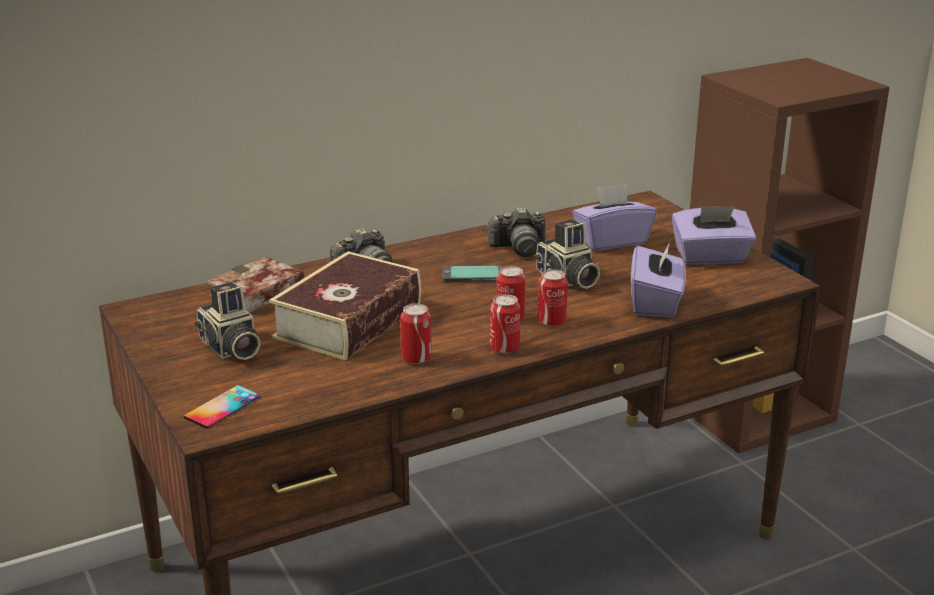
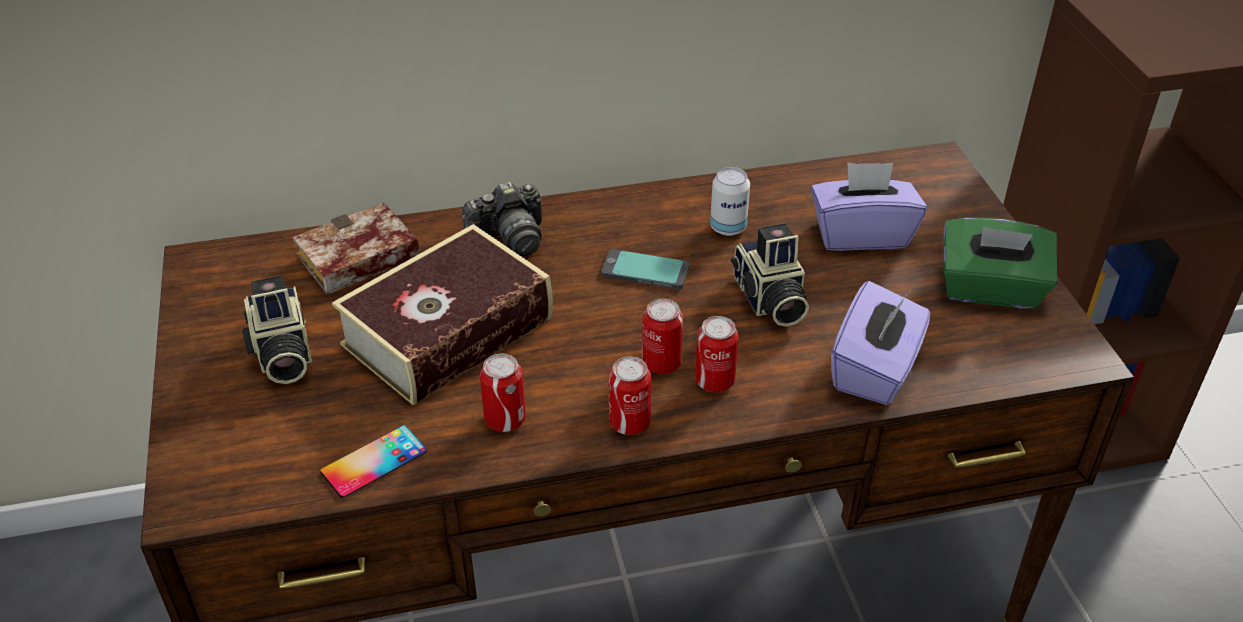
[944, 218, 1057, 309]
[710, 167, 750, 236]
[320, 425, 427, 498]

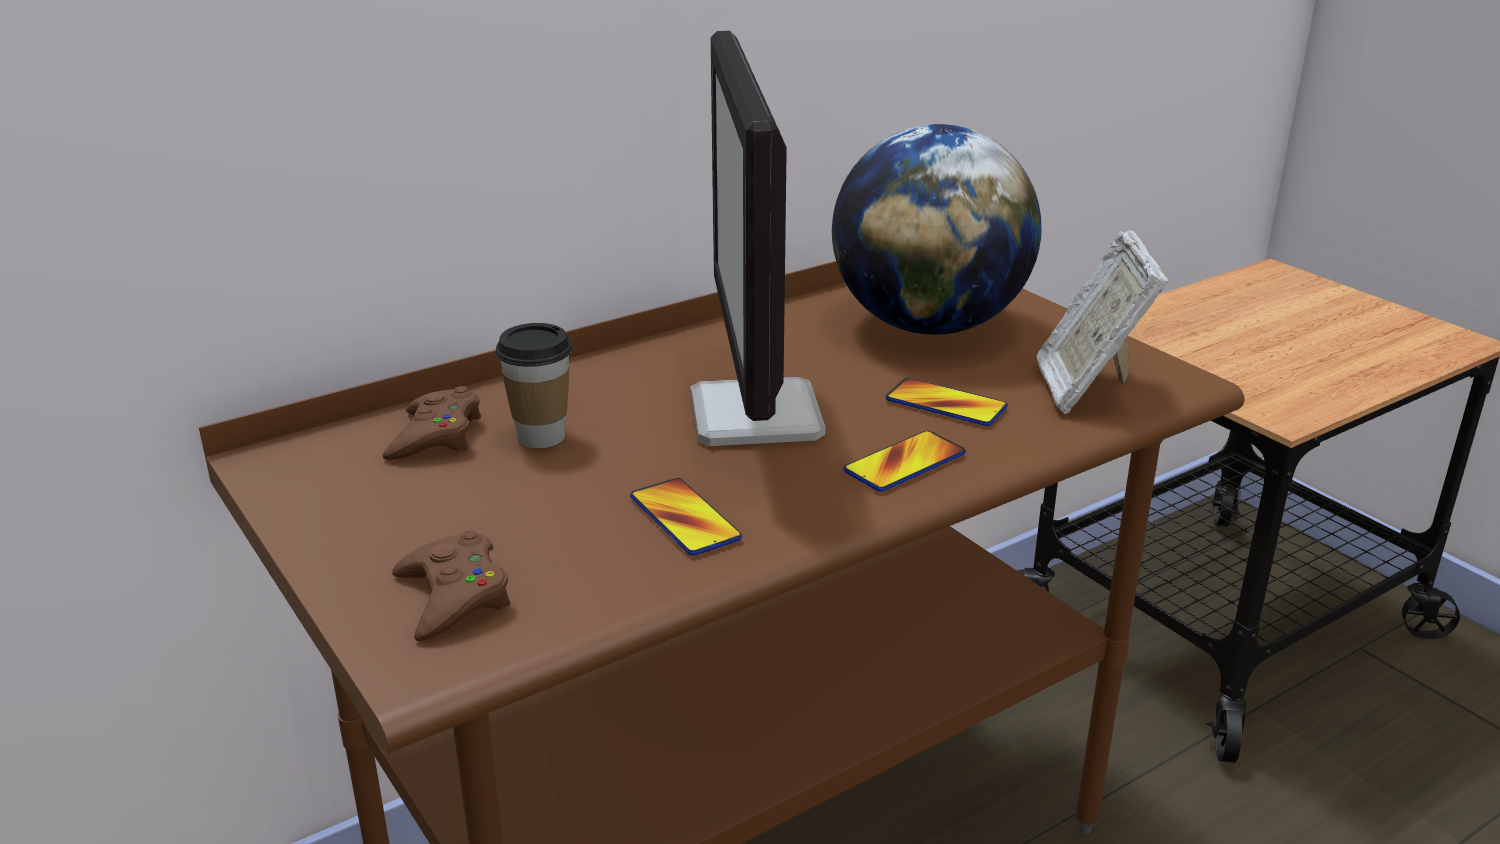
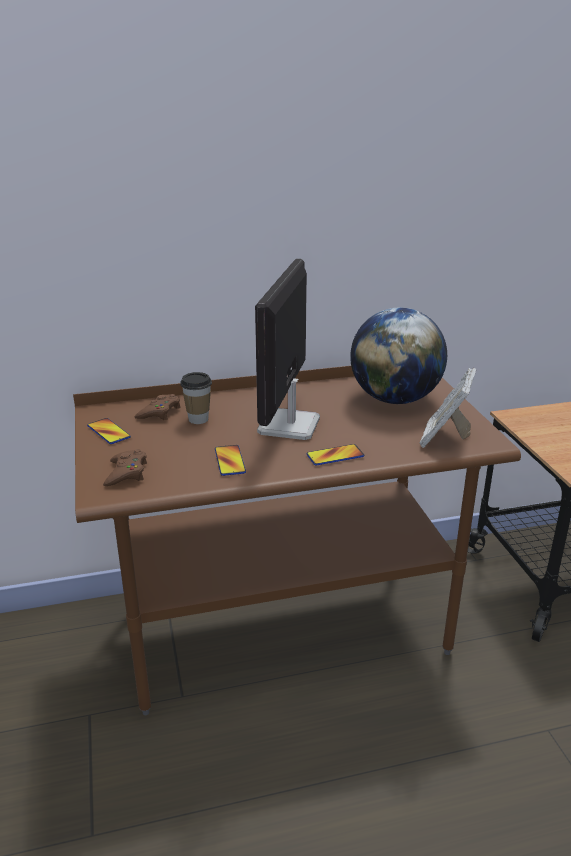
[87, 418, 131, 444]

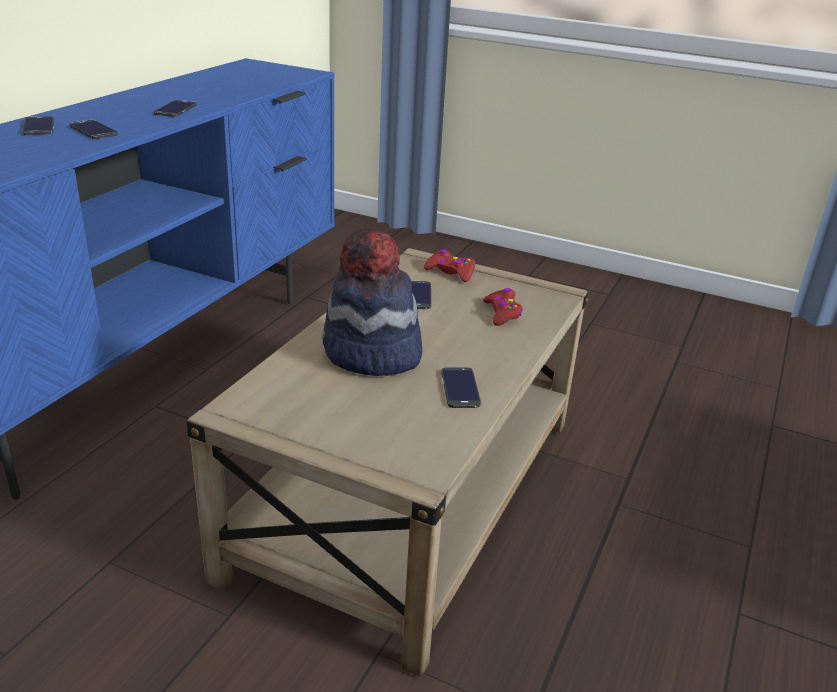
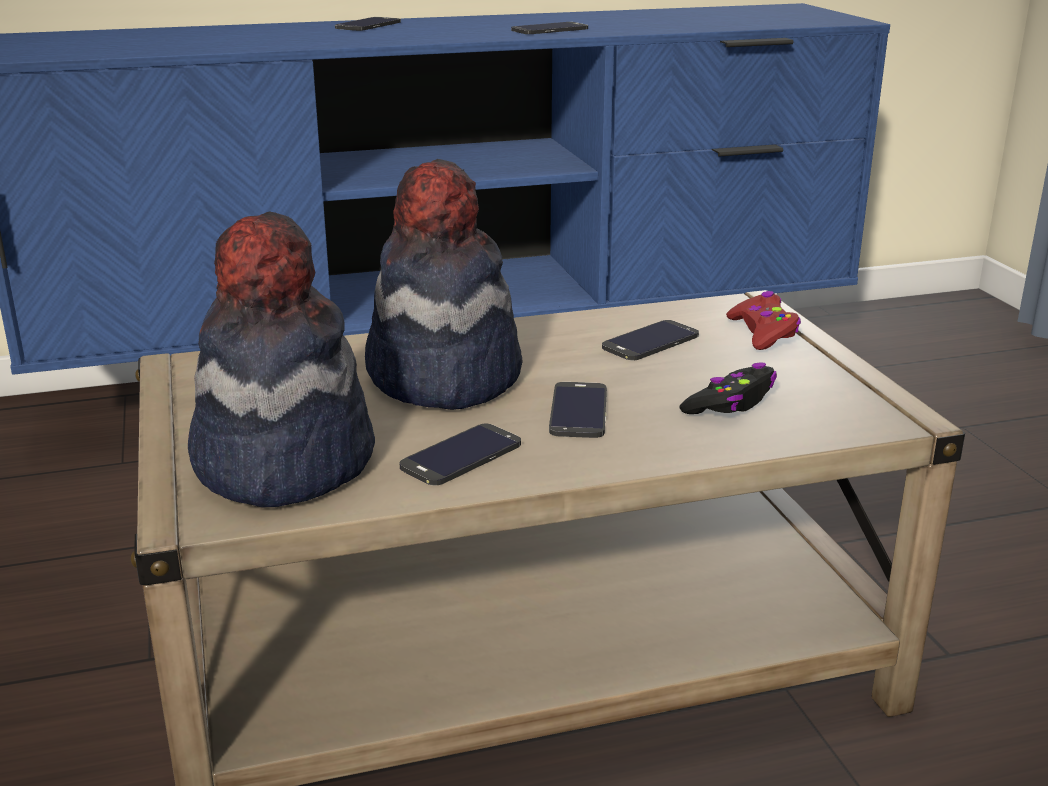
[549, 382, 607, 438]
[680, 362, 777, 414]
[188, 212, 375, 507]

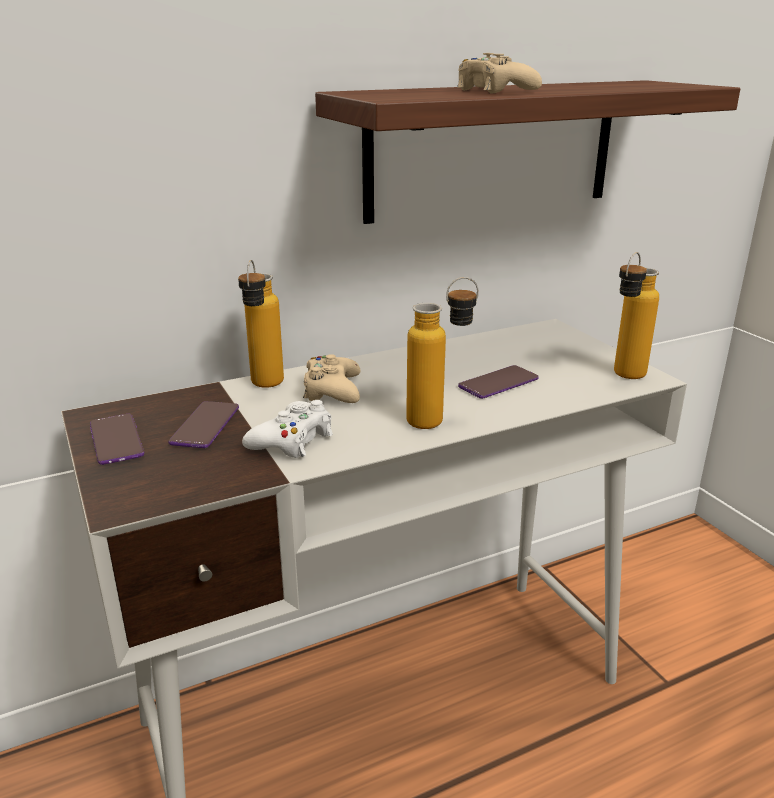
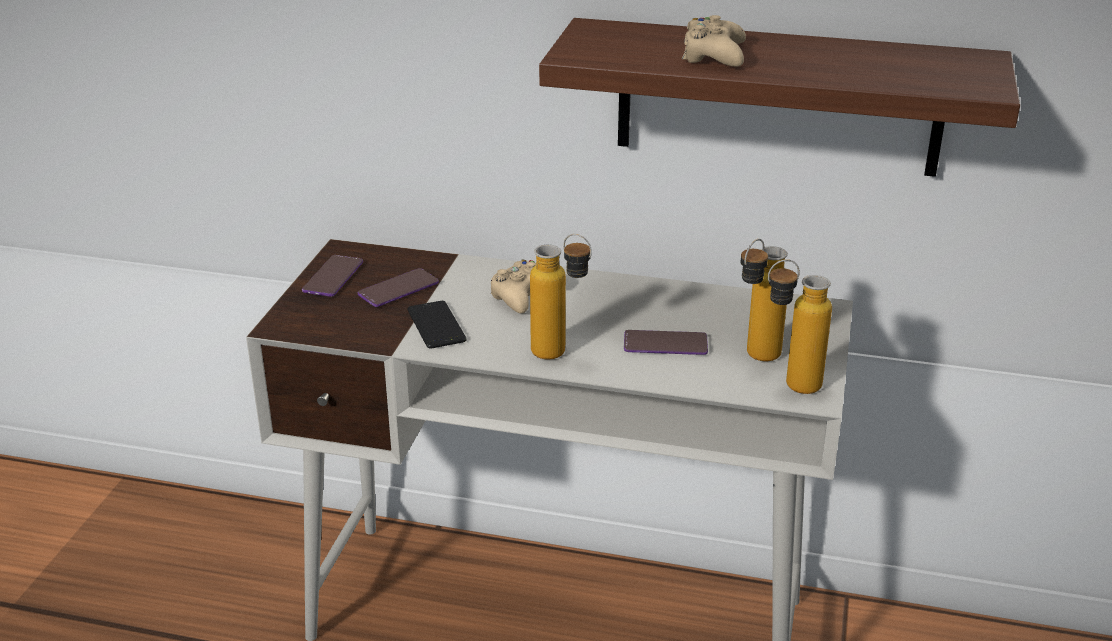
[741, 239, 788, 361]
[407, 301, 467, 349]

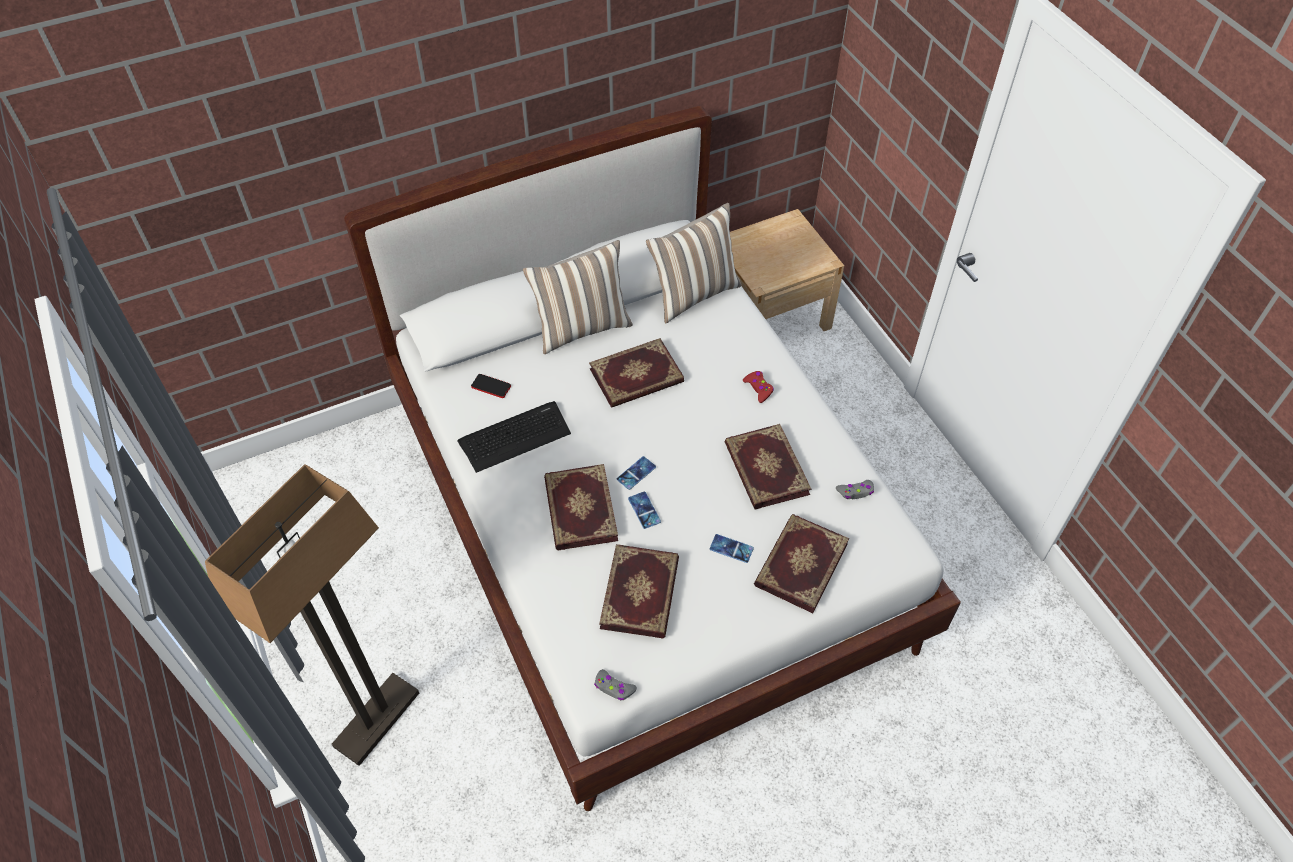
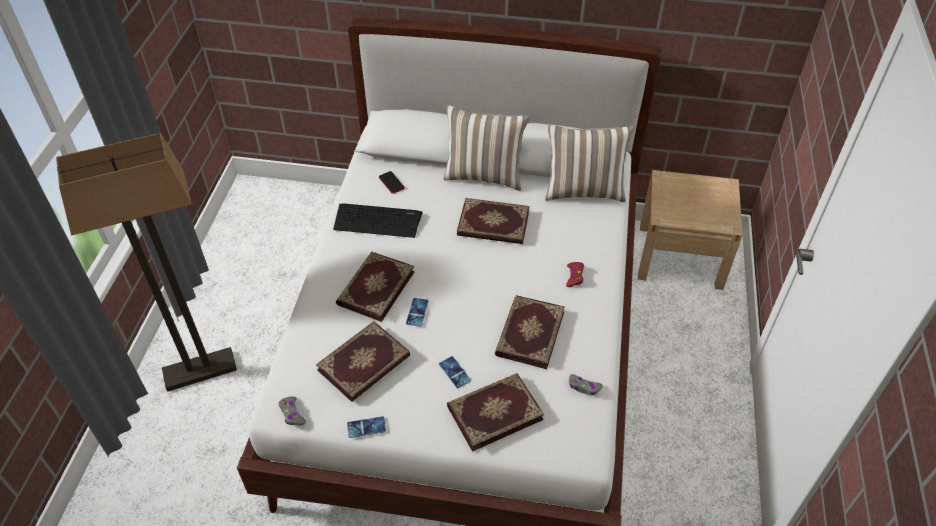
[347, 416, 386, 438]

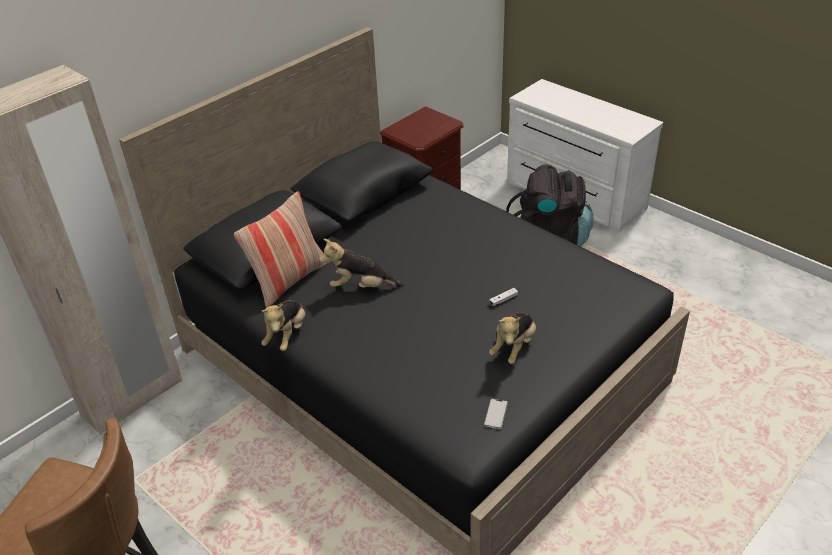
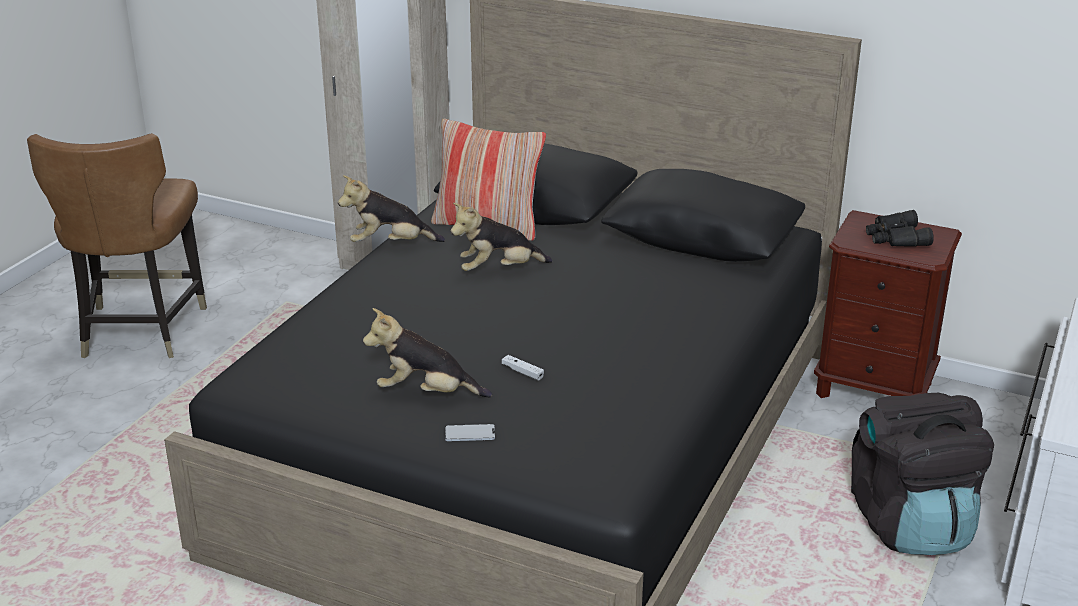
[451, 203, 552, 271]
[445, 424, 495, 441]
[866, 210, 934, 247]

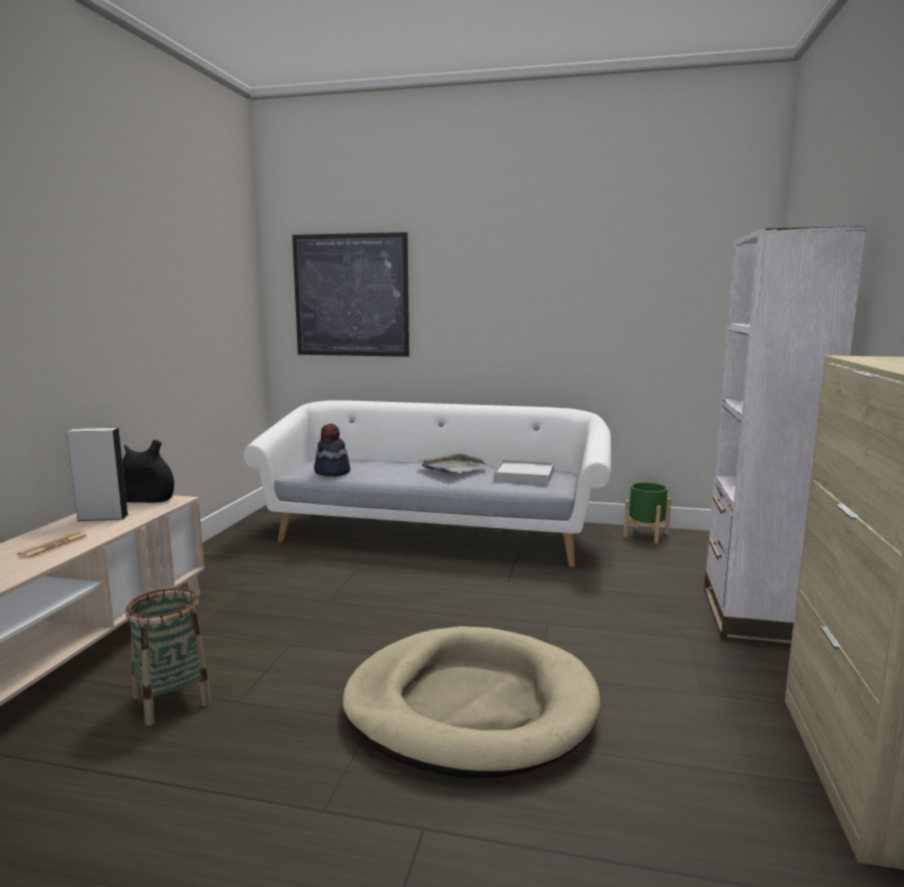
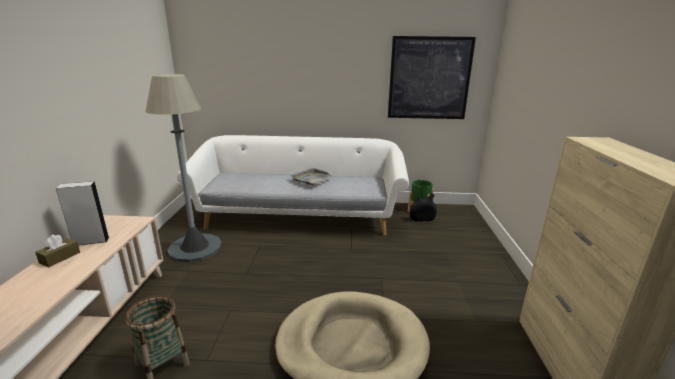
[704, 226, 867, 647] (first image)
[388, 36, 476, 119]
[314, 424, 350, 477] (first image)
[410, 193, 437, 221]
[494, 460, 554, 484] (first image)
[17, 532, 88, 559] (first image)
[146, 74, 222, 262]
[35, 234, 80, 267]

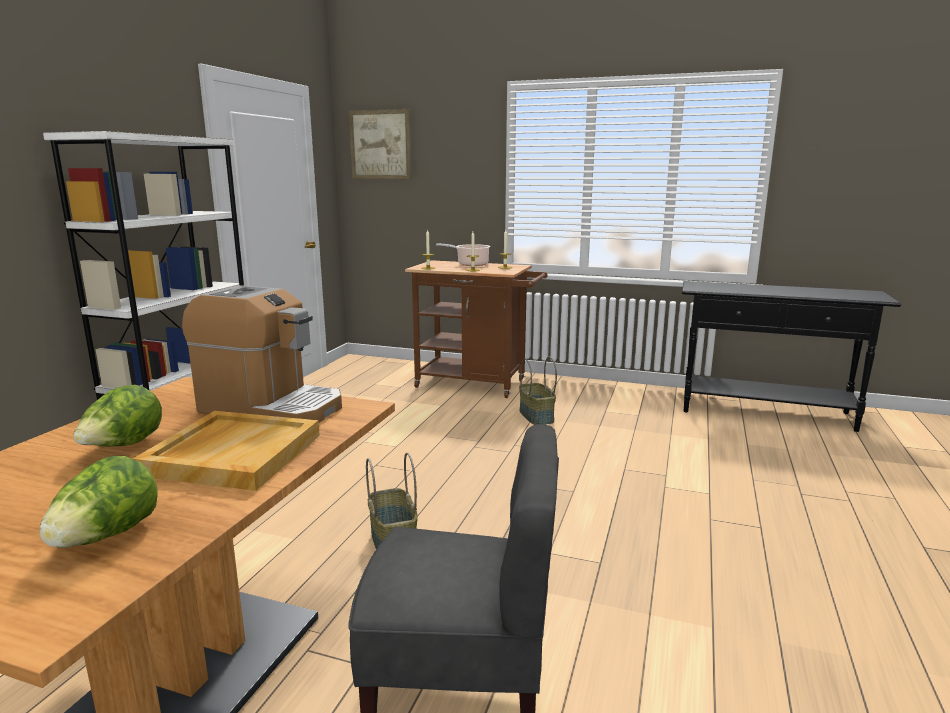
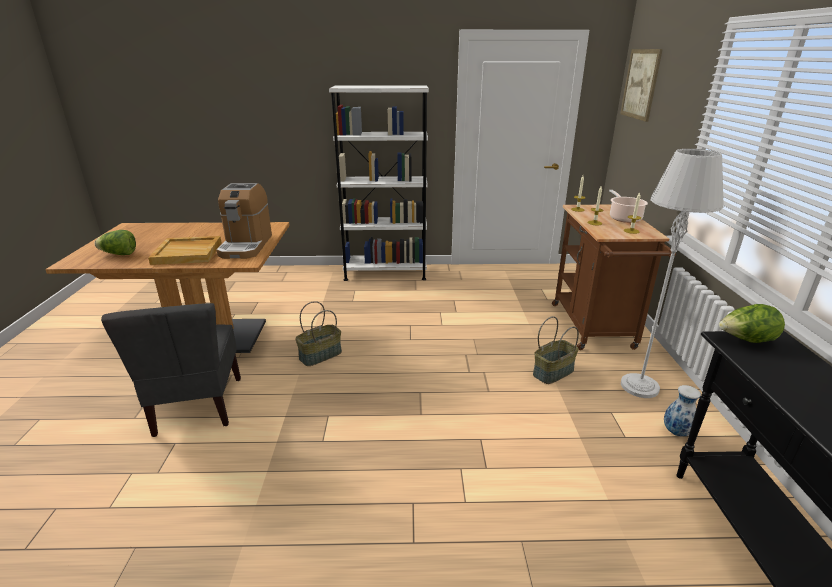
[719, 304, 785, 343]
[621, 149, 724, 398]
[664, 385, 701, 436]

